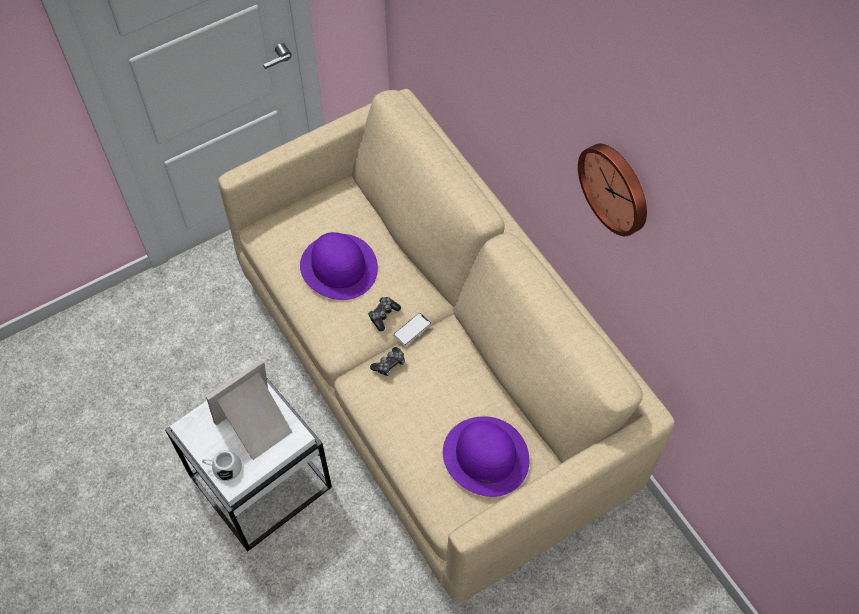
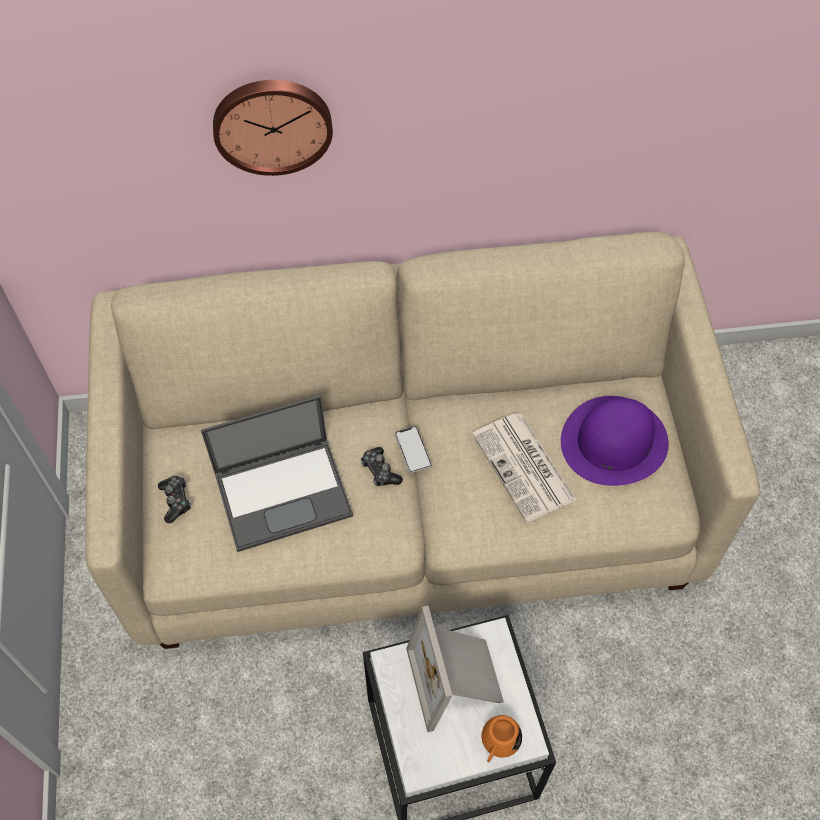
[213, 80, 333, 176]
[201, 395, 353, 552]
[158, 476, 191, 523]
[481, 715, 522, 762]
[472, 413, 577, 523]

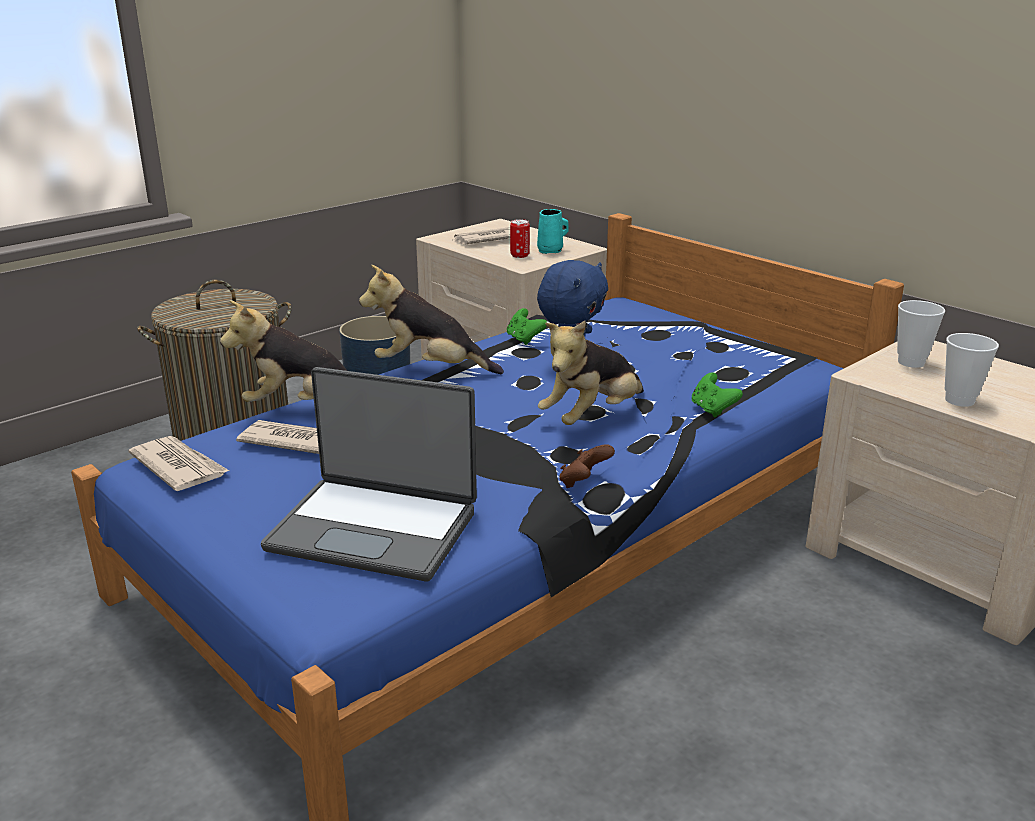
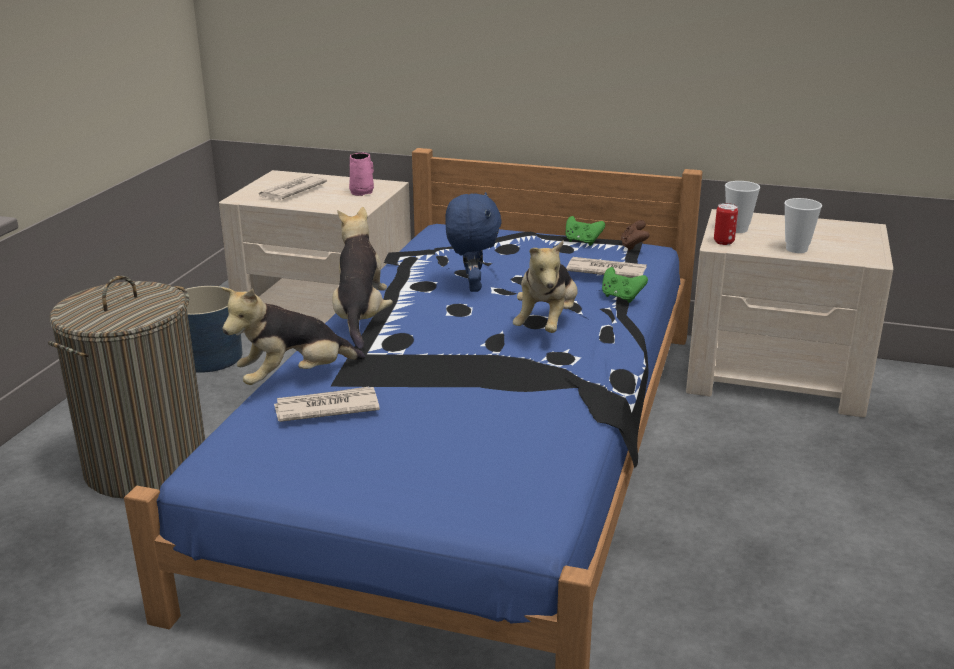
[349, 153, 374, 196]
[714, 203, 738, 245]
[332, 207, 393, 350]
[566, 216, 605, 246]
[261, 367, 477, 582] (first image)
[566, 257, 647, 278]
[621, 220, 649, 251]

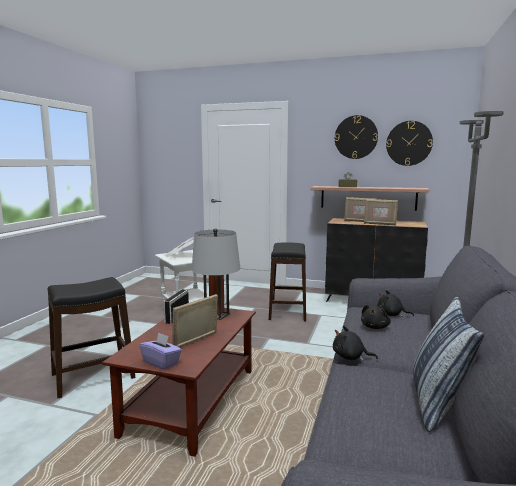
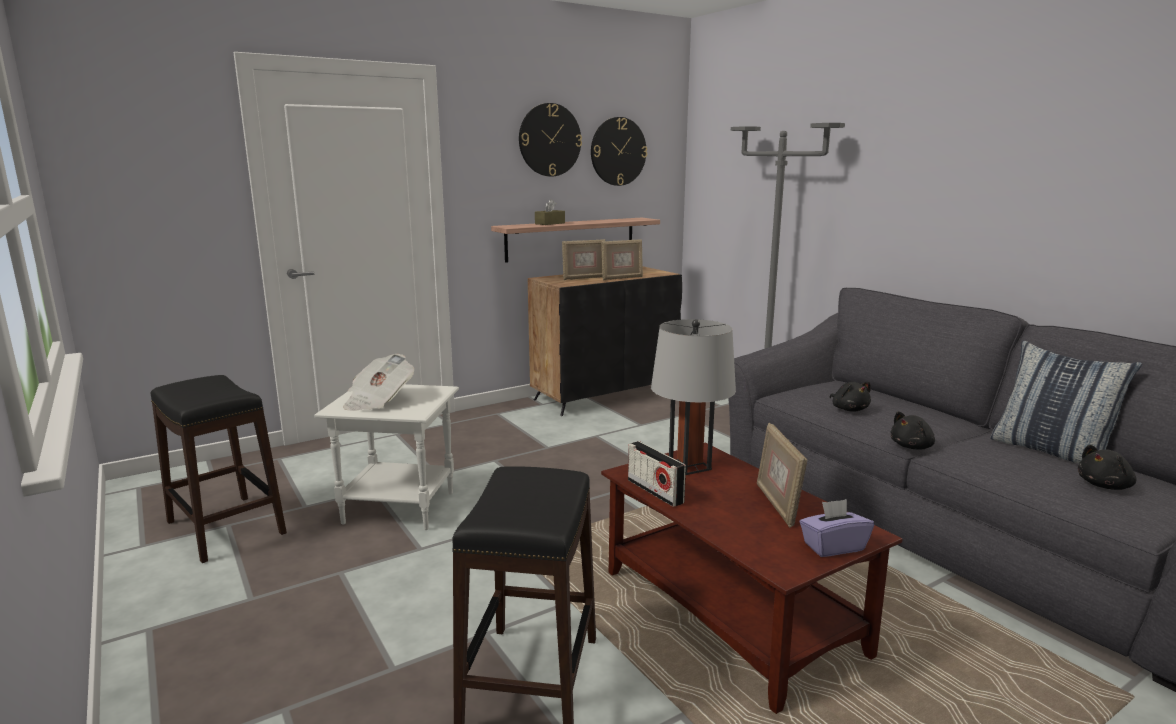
[151, 375, 287, 563]
[1078, 444, 1137, 490]

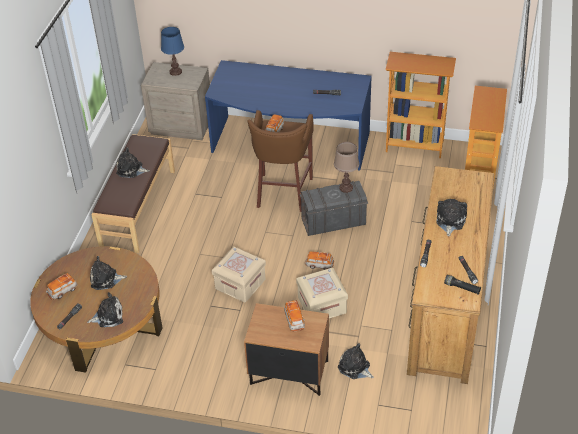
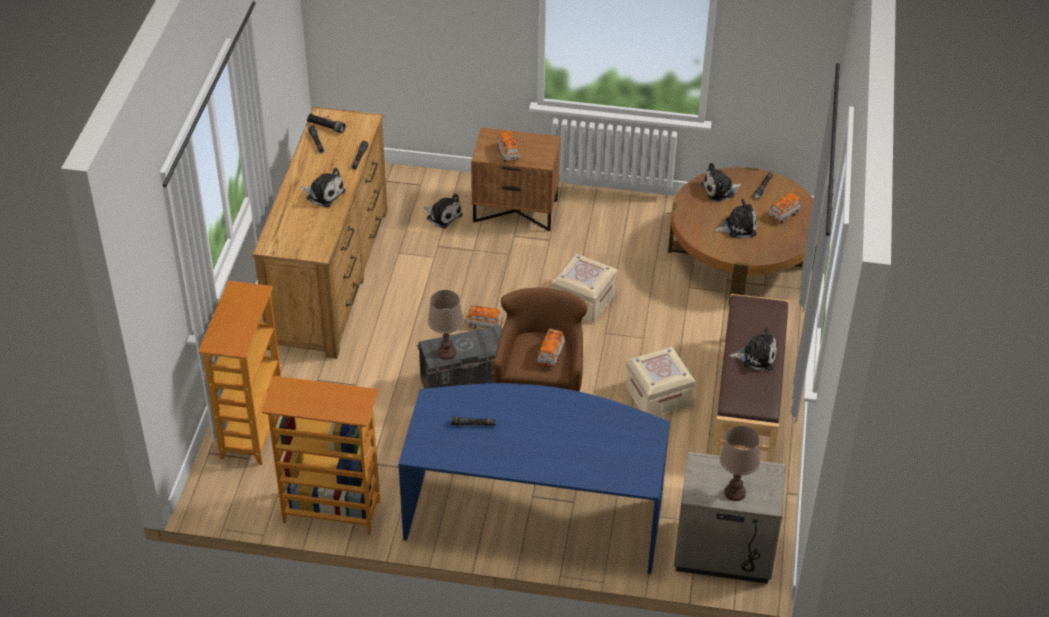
[720, 426, 760, 501]
[301, 168, 346, 207]
[626, 347, 695, 416]

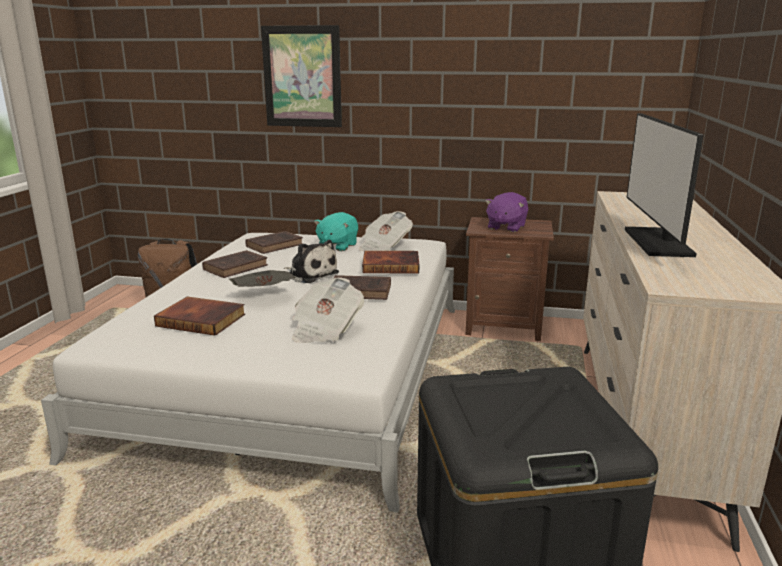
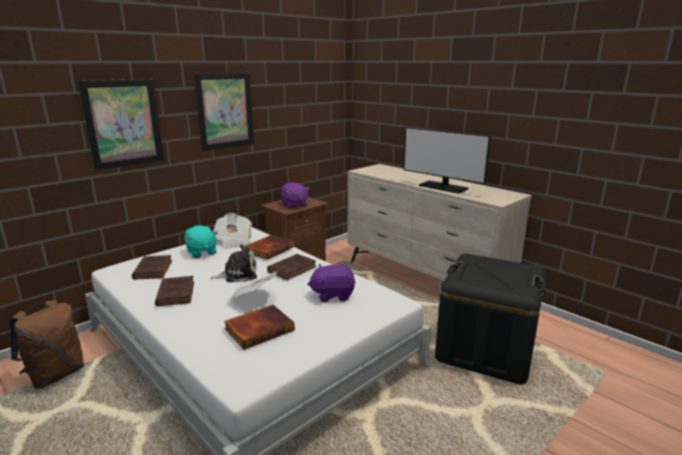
[308, 264, 356, 302]
[194, 73, 254, 151]

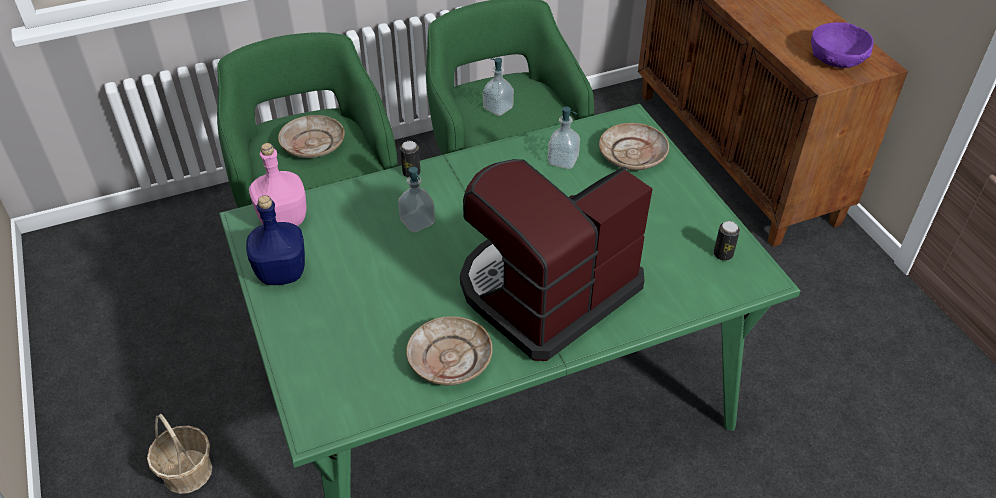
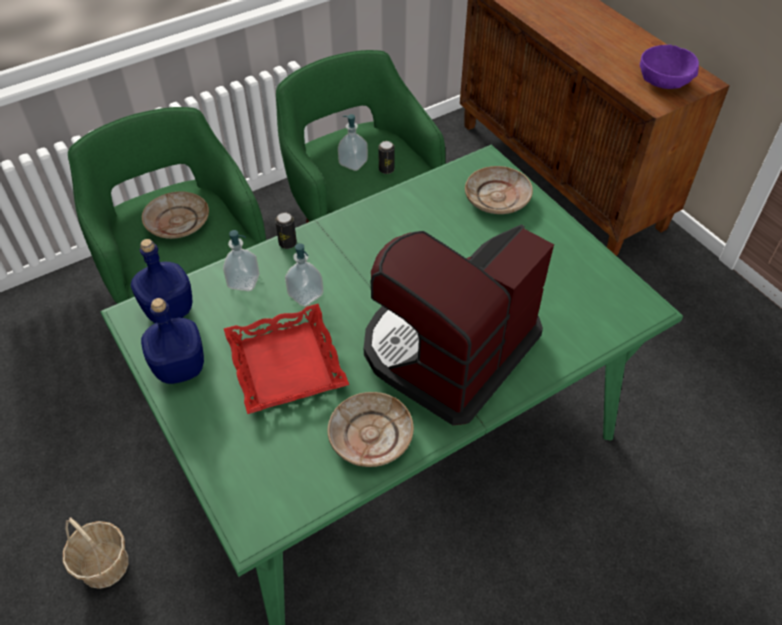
[223, 230, 260, 291]
[131, 239, 192, 323]
[378, 141, 395, 174]
[223, 304, 349, 414]

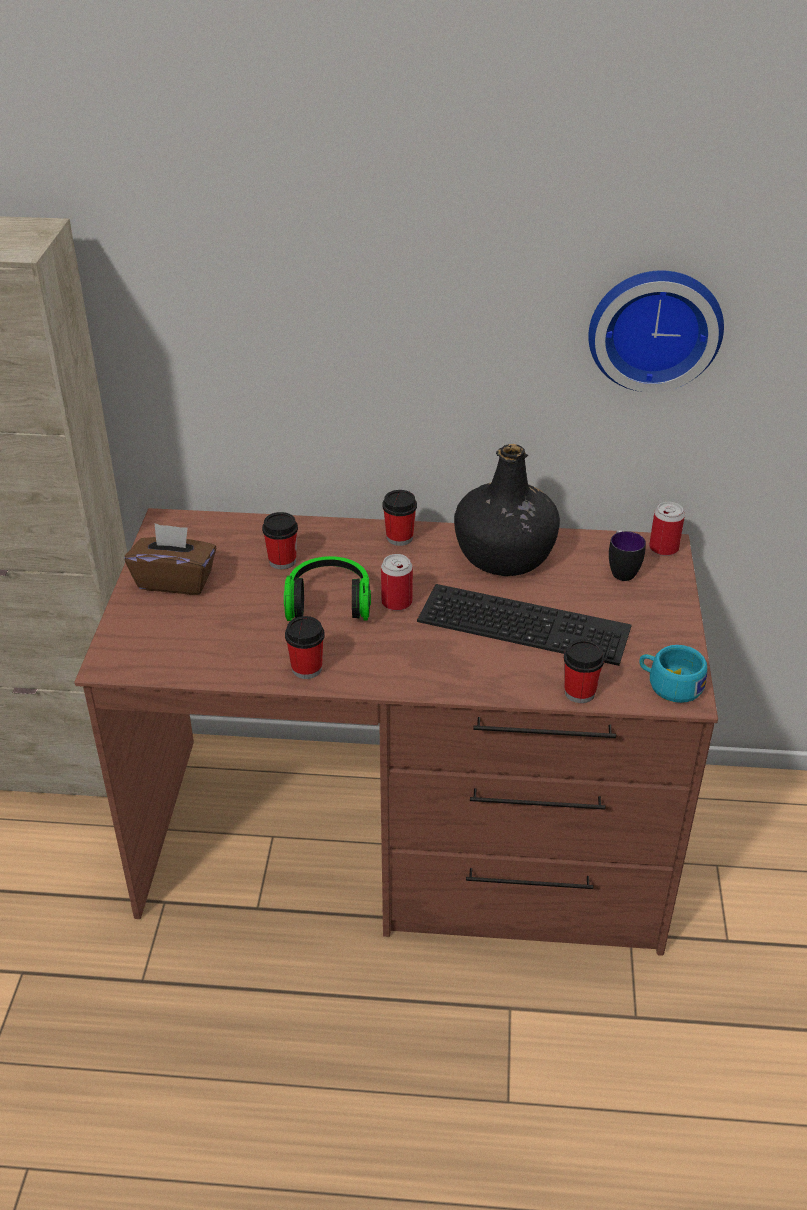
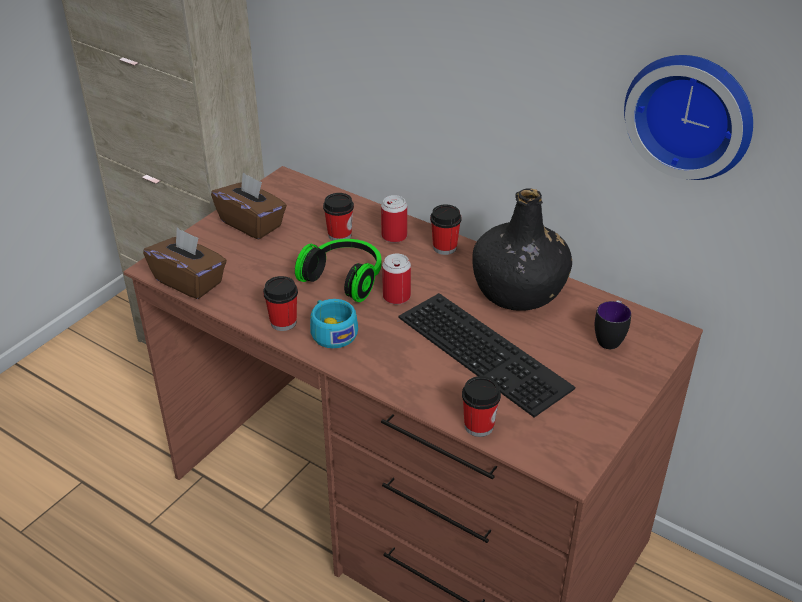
[381, 195, 407, 243]
[310, 299, 358, 348]
[143, 227, 227, 299]

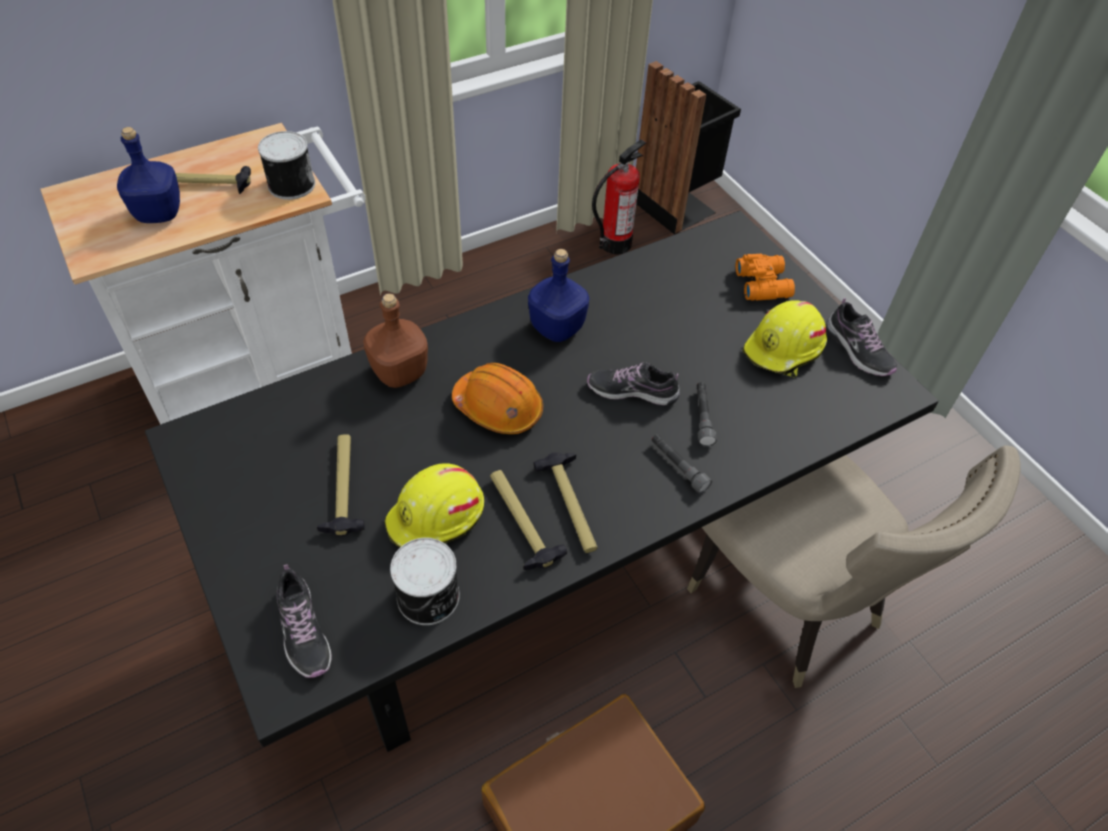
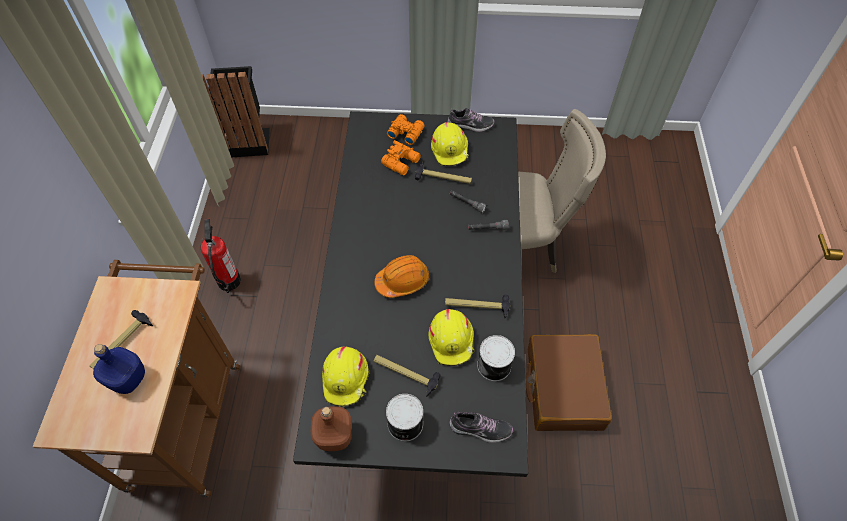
[33, 260, 240, 497]
[386, 394, 423, 441]
[200, 219, 241, 293]
[528, 249, 589, 342] (first image)
[311, 406, 351, 451]
[587, 363, 680, 406] (first image)
[415, 162, 472, 184]
[381, 140, 421, 176]
[322, 347, 369, 407]

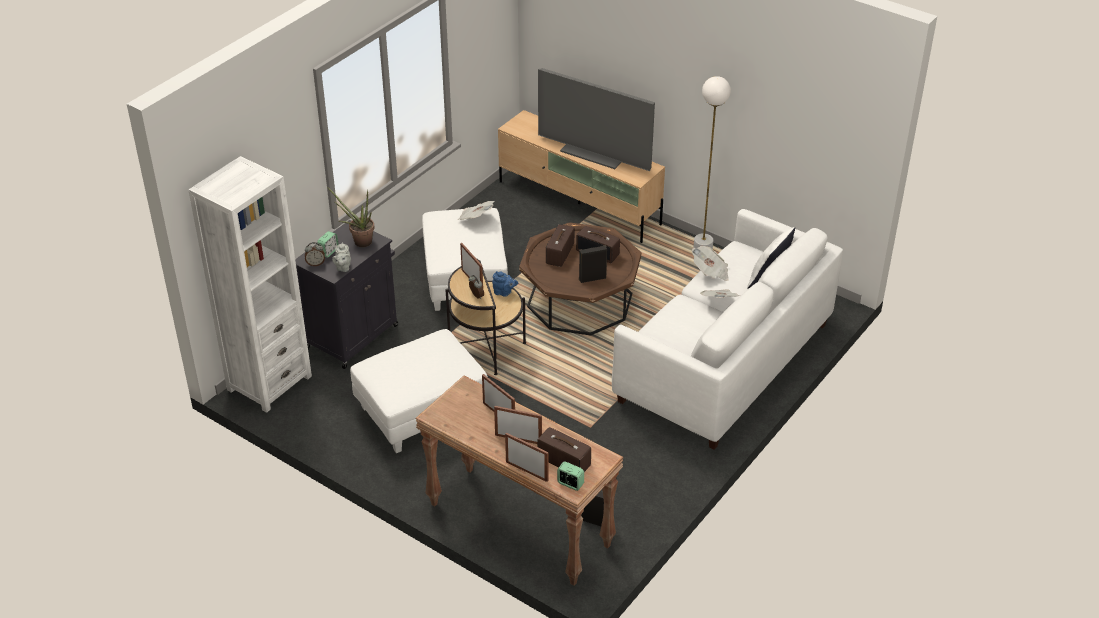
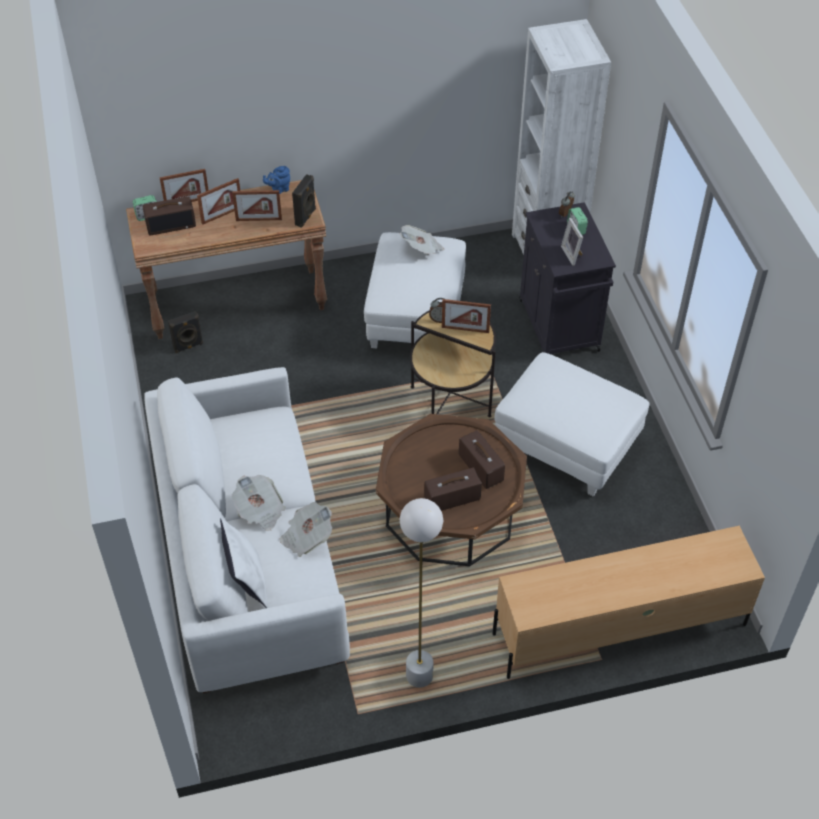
[538, 68, 655, 171] (first image)
[561, 218, 583, 266]
[399, 225, 445, 255]
[332, 242, 351, 272] (first image)
[292, 174, 316, 228]
[263, 166, 290, 194]

